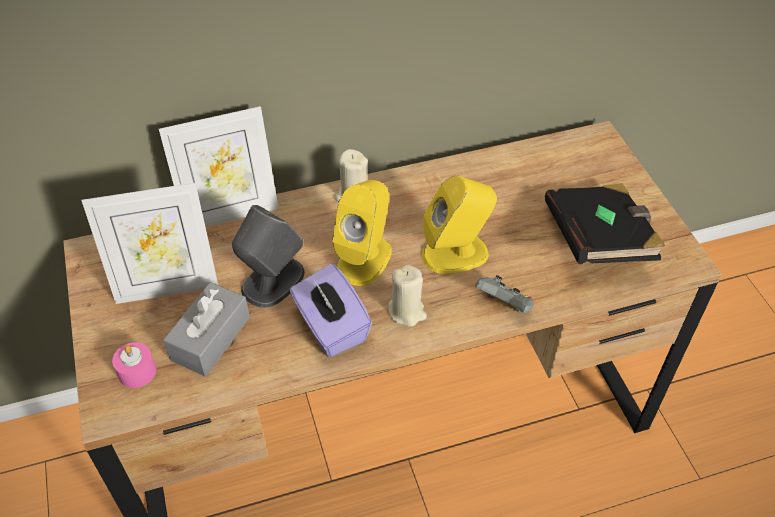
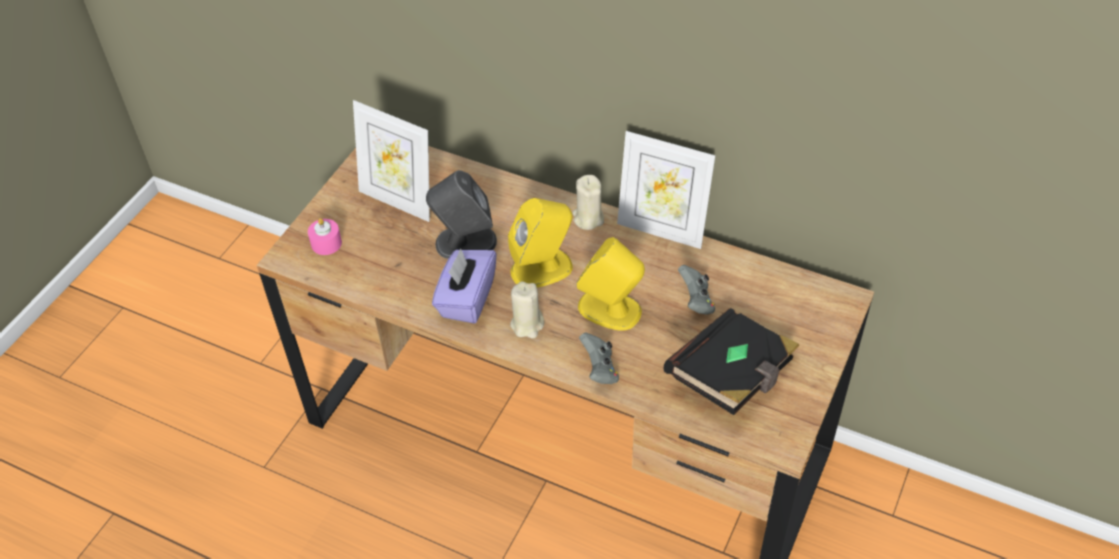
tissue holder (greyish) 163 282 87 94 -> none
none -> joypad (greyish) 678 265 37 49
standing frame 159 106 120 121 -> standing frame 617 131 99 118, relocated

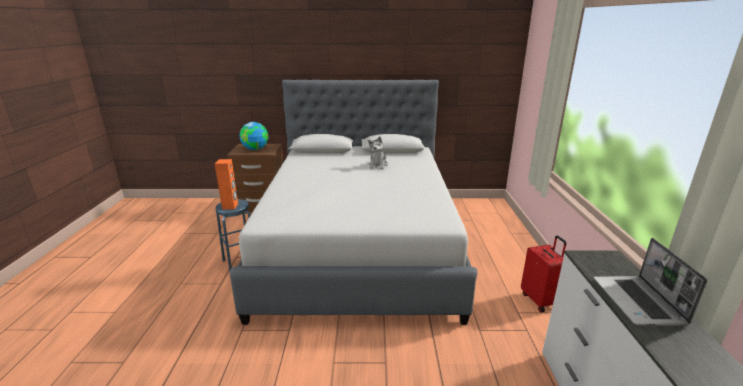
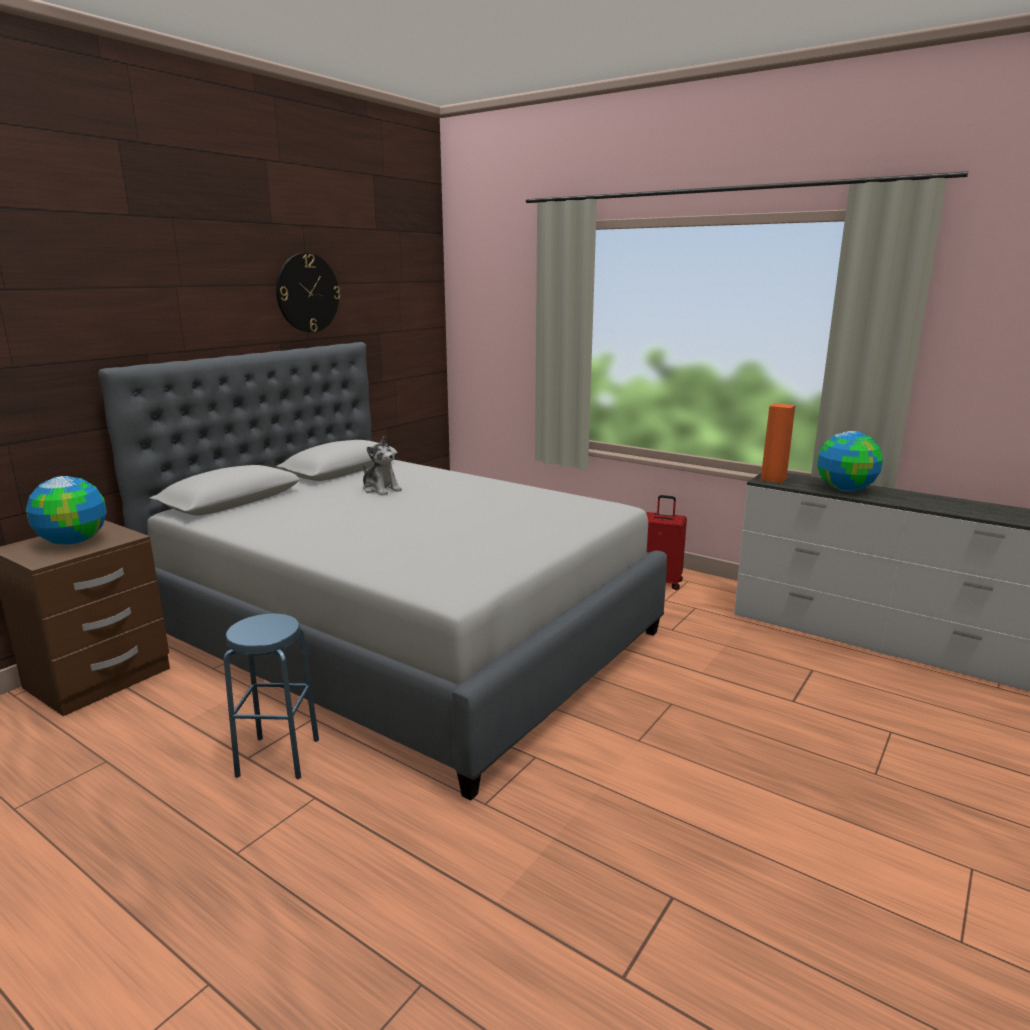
none -> clock on the wall 276 253 64 80
loudspeaker (orangey) 215 159 23 51 -> loudspeaker (orangey) 761 403 34 80, relocated
notebook computer 594 238 113 87 -> world globe 817 431 66 61

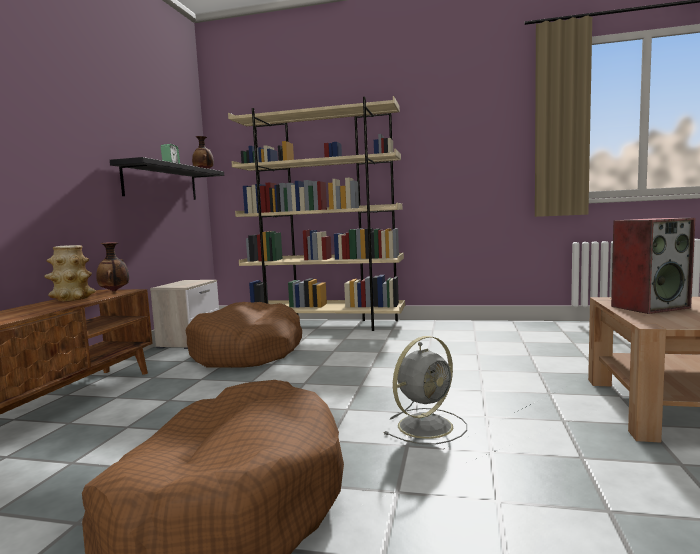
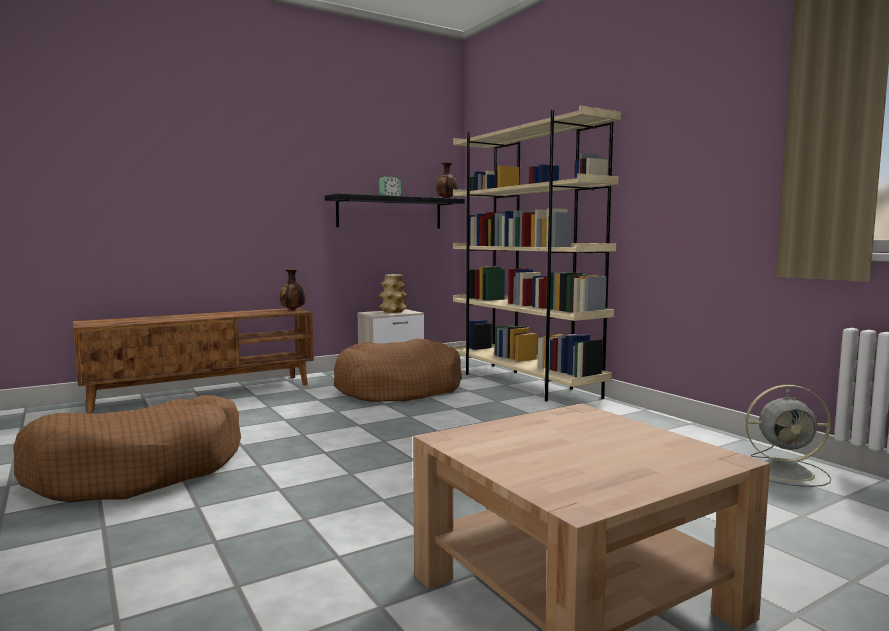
loudspeaker 611 218 84 96 -> none
flower vase 45 245 51 56 -> flower vase 379 274 29 39, relocated
electric fan (greyish) 383 336 84 109 -> electric fan (greyish) 745 385 86 102, relocated

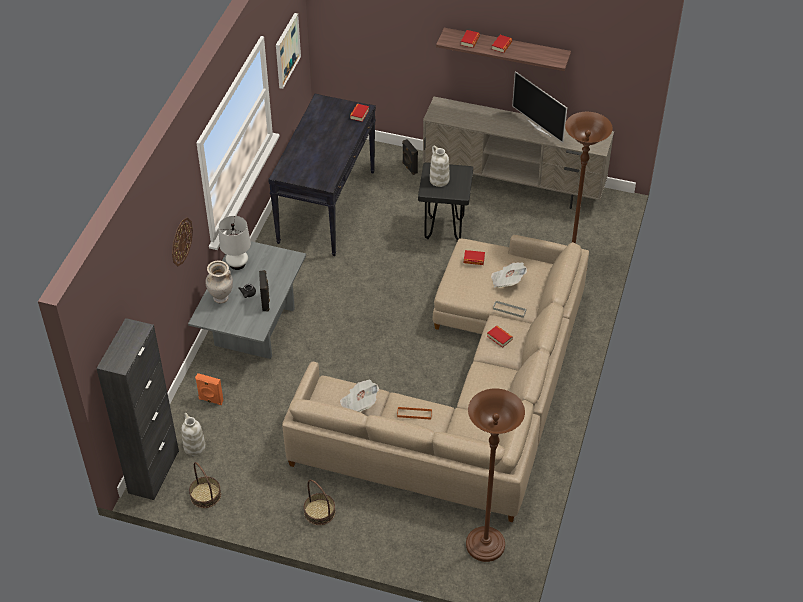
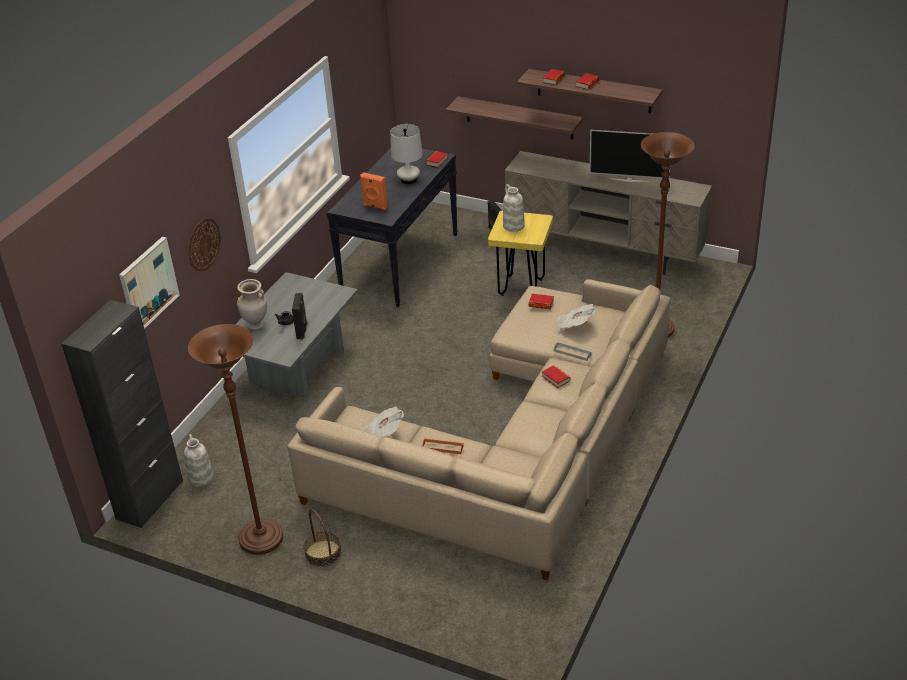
household basket 189 462 32 46 -> none
none -> wall shelf 445 97 138 43
loudspeaker (orangey) 195 373 29 32 -> loudspeaker (orangey) 360 172 28 38, relocated
lamp for a table (white) 218 216 33 54 -> lamp for a table (white) 390 124 33 60, relocated
wall art 276 13 25 76 -> wall art 119 237 61 92, relocated
standard lamp (brownish) 466 388 59 174 -> standard lamp (brownish) 188 324 95 231, relocated
stool (black-coloured) 418 162 55 79 -> stool (yellow) 488 210 65 86
TV 512 71 55 72 -> TV 589 130 81 52, 45 degrees counterclockwise

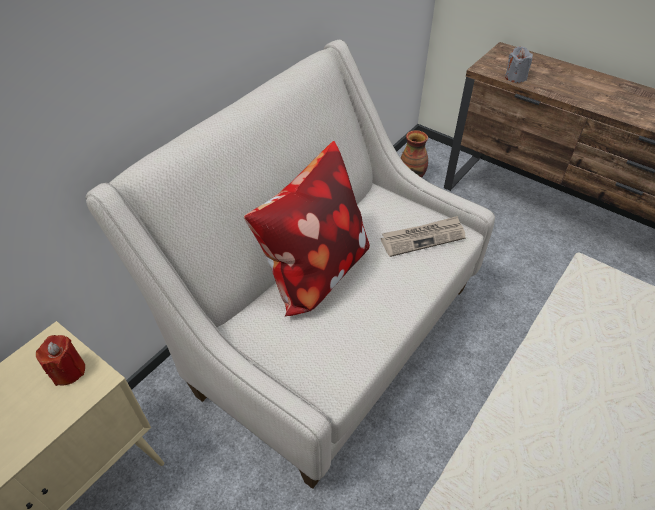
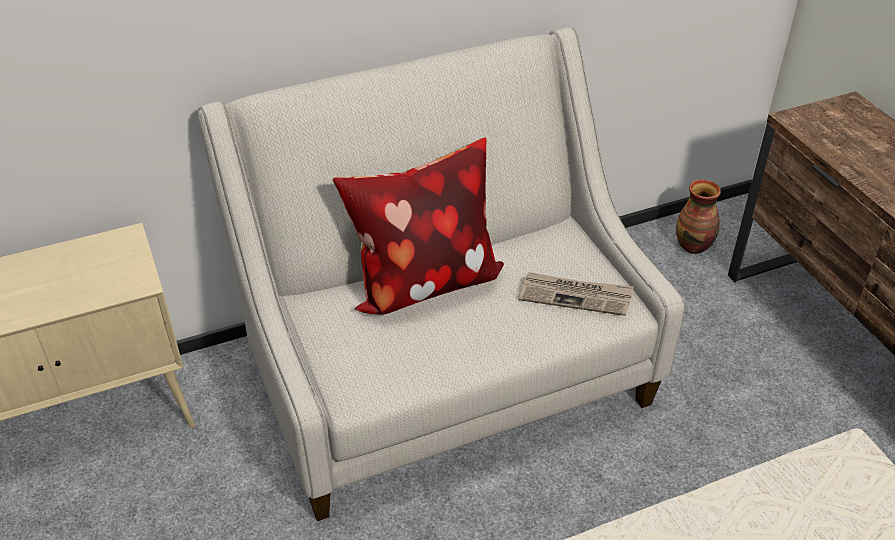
wax light (reddish) 36 335 49 51 -> none
wax light (greyish) 505 46 28 37 -> none

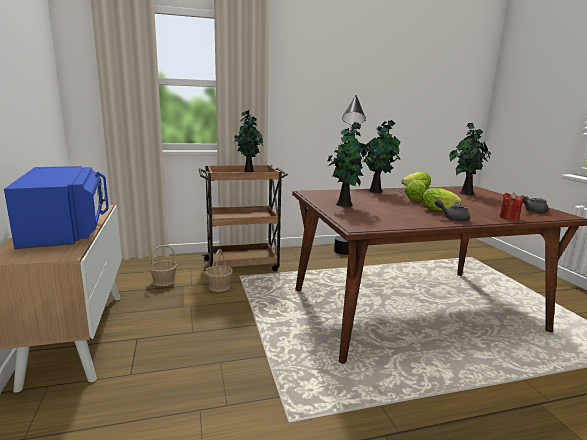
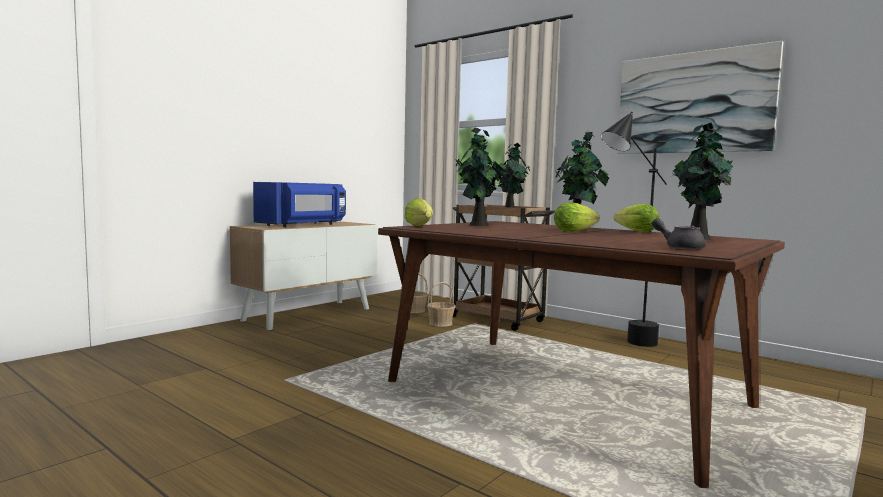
teapot (greyish) 435 199 35 23 -> none
wax light (reddish) 500 192 23 28 -> none
none -> wall art 617 41 166 113
lettuce head 422 188 40 23 -> lettuce head 404 198 29 28, relocated

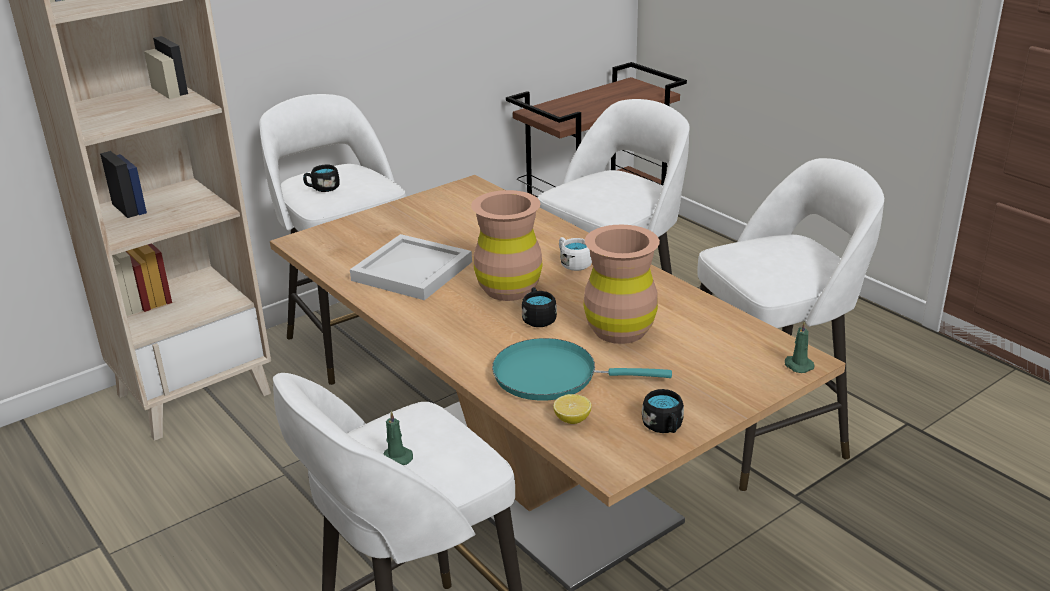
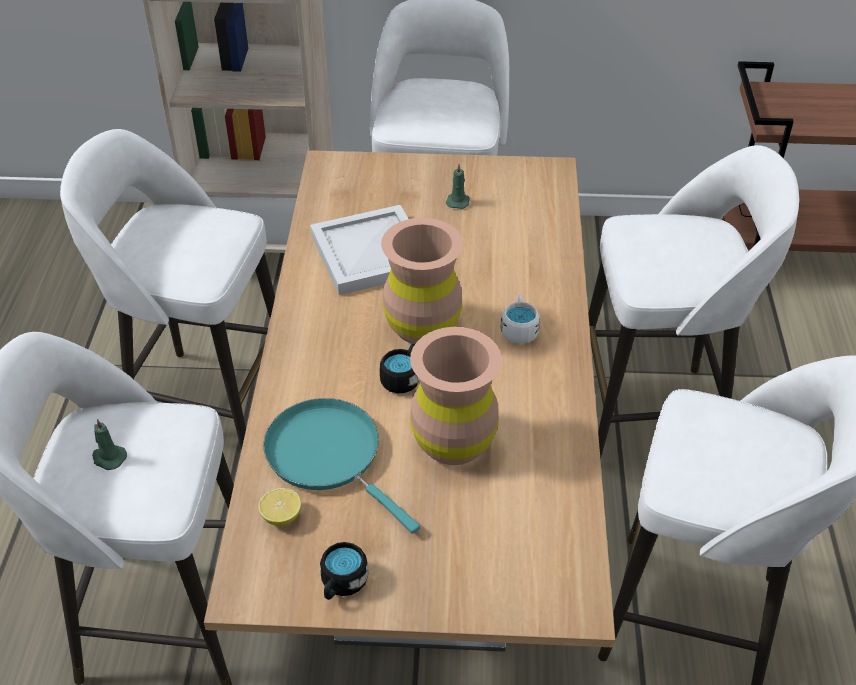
mug (black-coloured) 303 165 37 27 -> none
none -> stool (white) 60 129 215 321
wax light (green-coloured) 785 321 30 52 -> wax light (green-coloured) 446 164 24 45, relocated

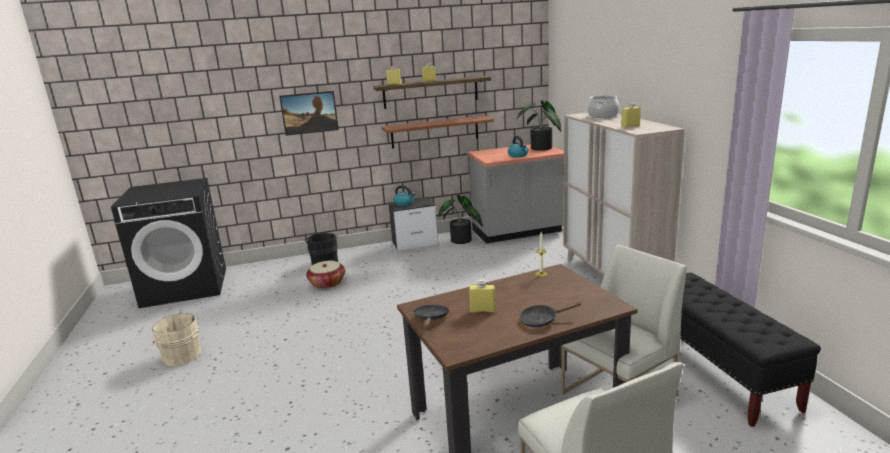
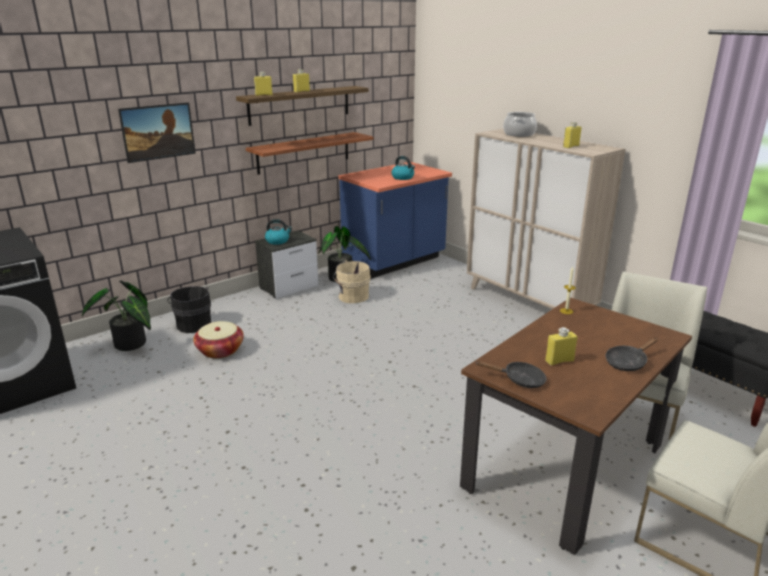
bucket (sand-coloured) 151 311 50 55 -> bucket (sand-coloured) 333 260 38 43, relocated
potted plant 517 101 44 50 -> potted plant 82 281 69 70, relocated
kitchen base unit (greyish) 468 144 96 99 -> kitchen base unit (blue) 339 162 113 117
pan (black-coloured) 413 305 36 23 -> pan (black-coloured) 475 361 72 27, 120 degrees clockwise

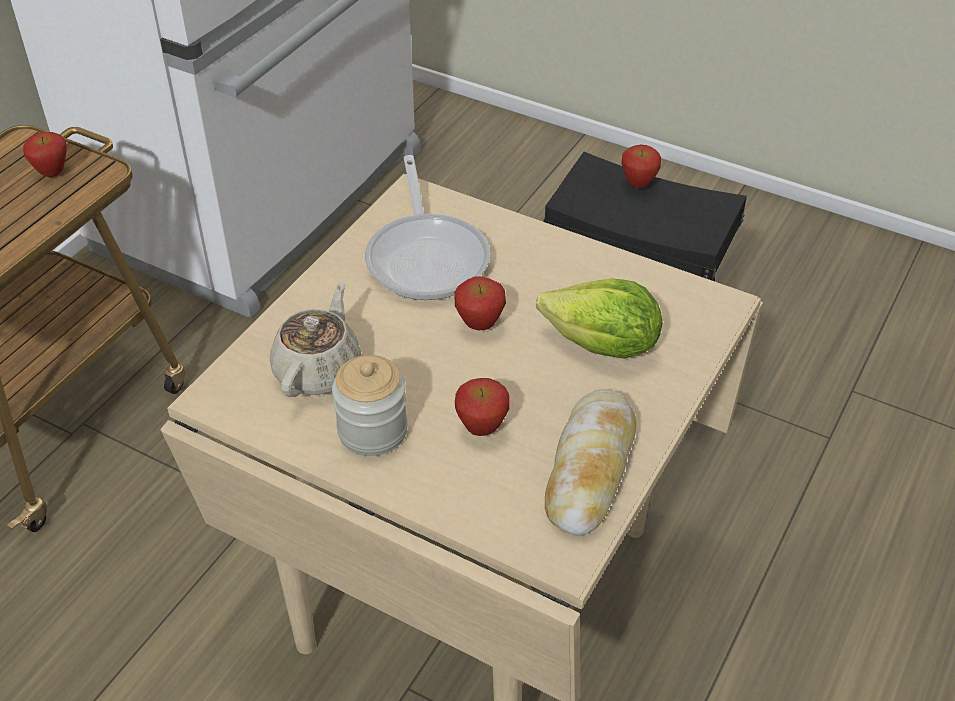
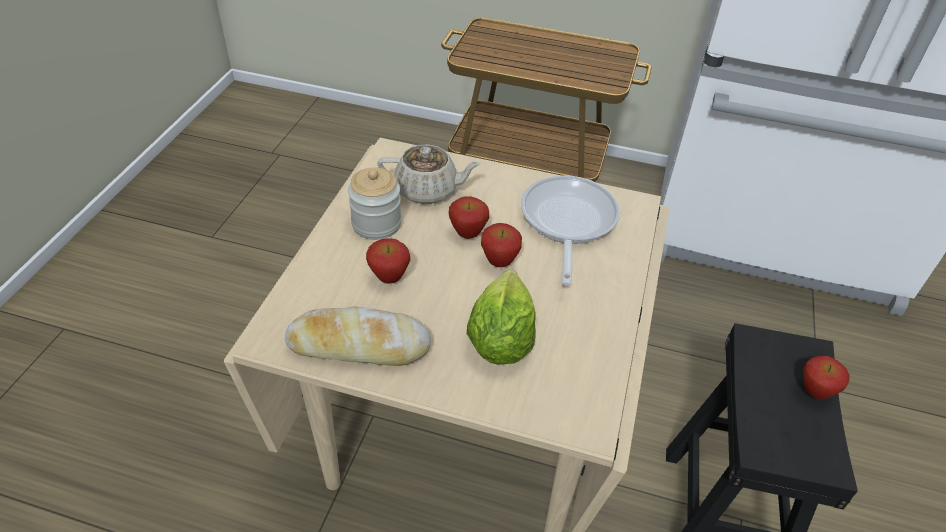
whole apple 23 132 44 45 -> whole apple 449 196 40 43, relocated
pan 365 155 125 145 -> pan 521 175 99 111, 120 degrees clockwise

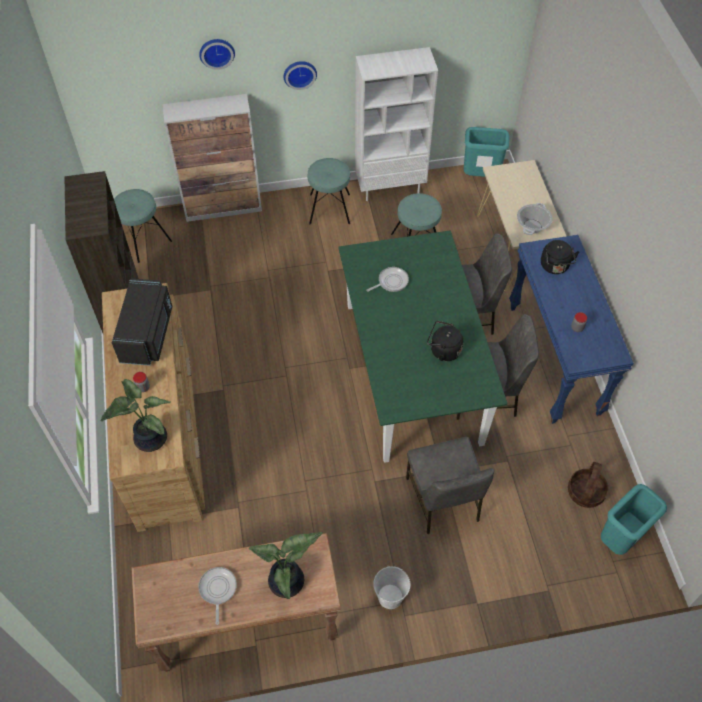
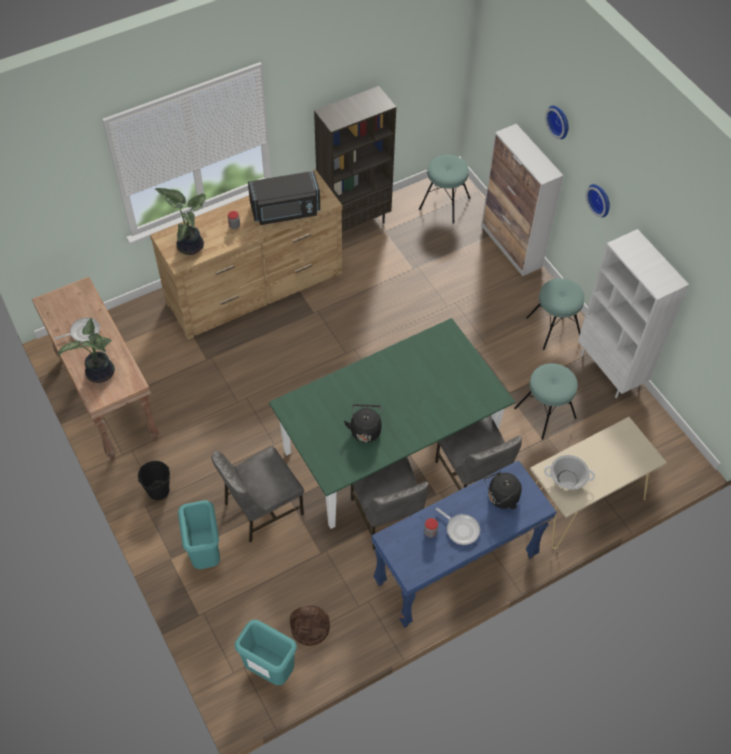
pan 366 267 43 25 -> pan 436 508 44 37, relocated
waste bin (turquoise) 464 127 45 50 -> waste bin (turquoise) 178 500 42 69, relocated
bucket (white) 373 566 37 43 -> bucket (black-coloured) 138 461 32 39

